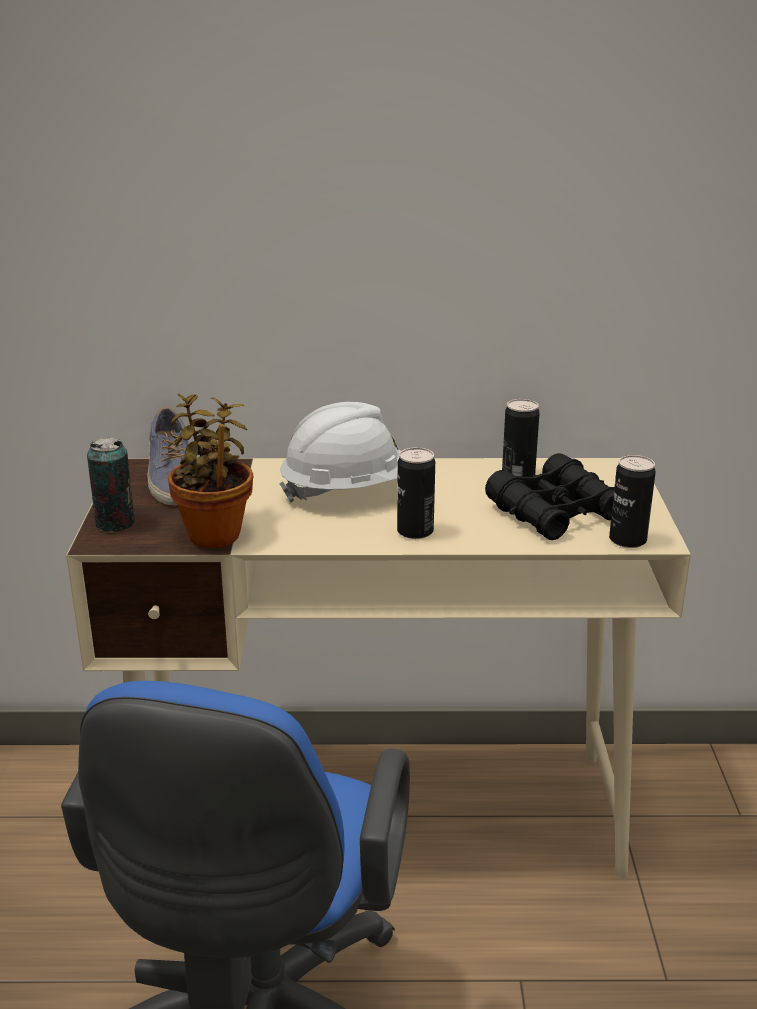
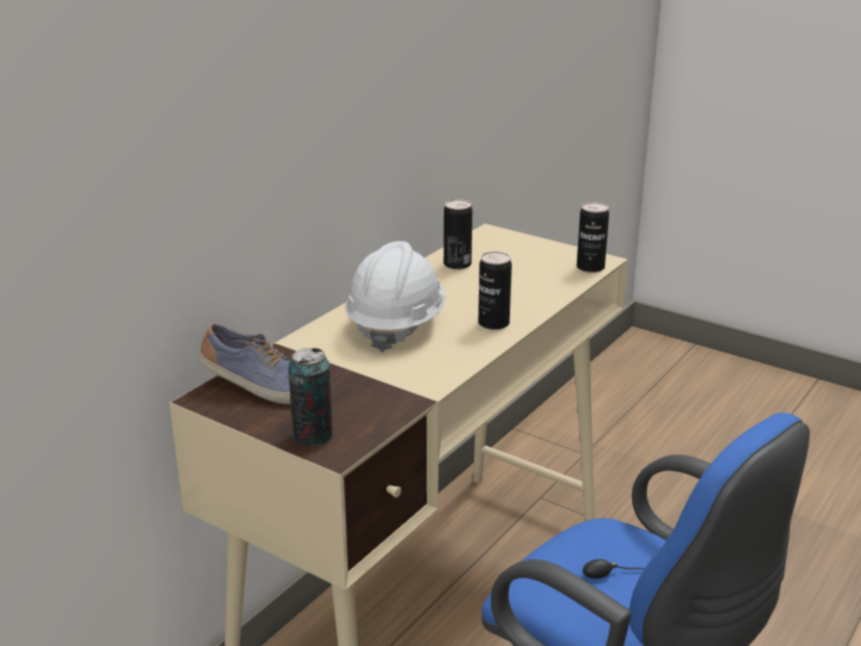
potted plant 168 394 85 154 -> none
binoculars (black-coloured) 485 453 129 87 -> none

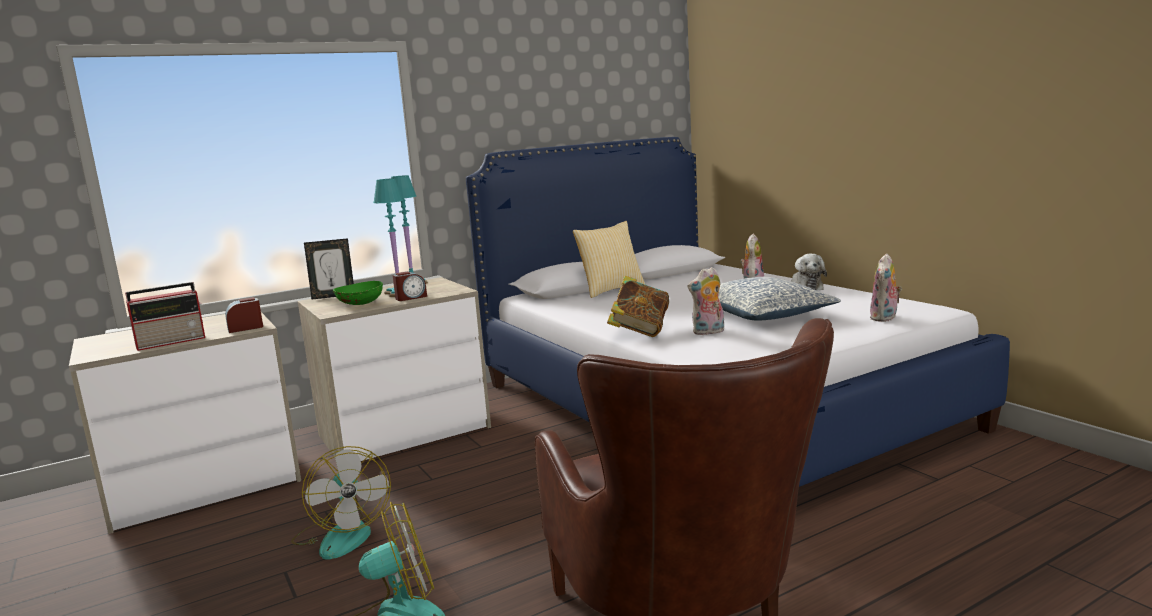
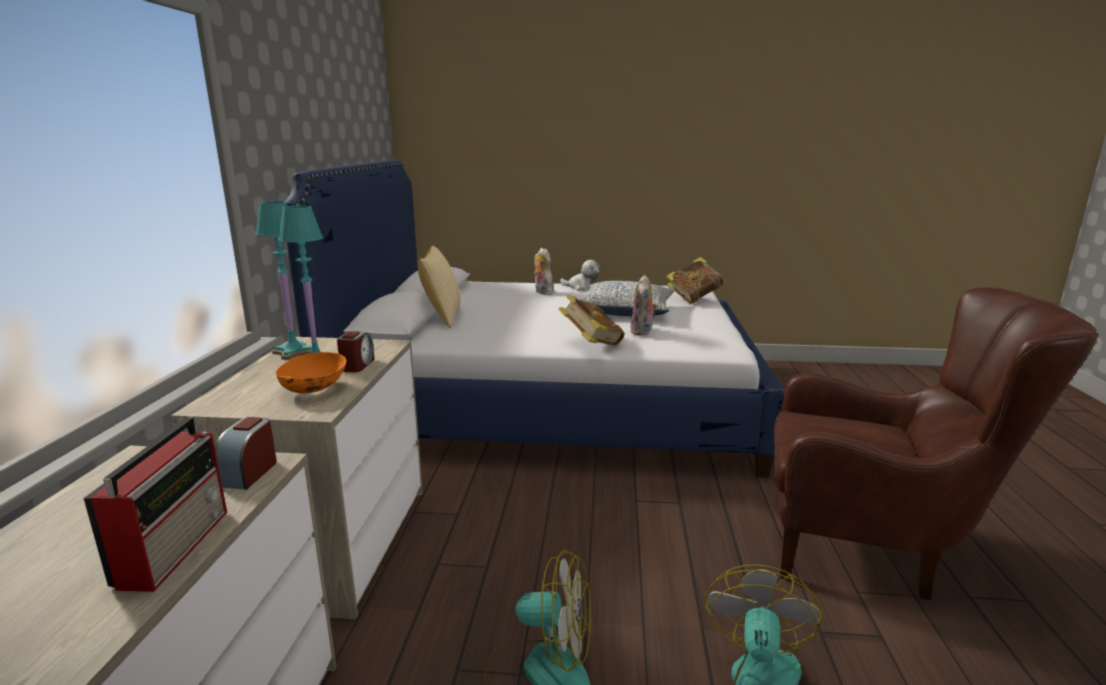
standing frame 304 238 50 61 -> none
plush toy 870 253 32 69 -> bound book 666 257 57 47
bowl (green-coloured) 333 281 50 24 -> bowl (orangey) 275 352 71 41

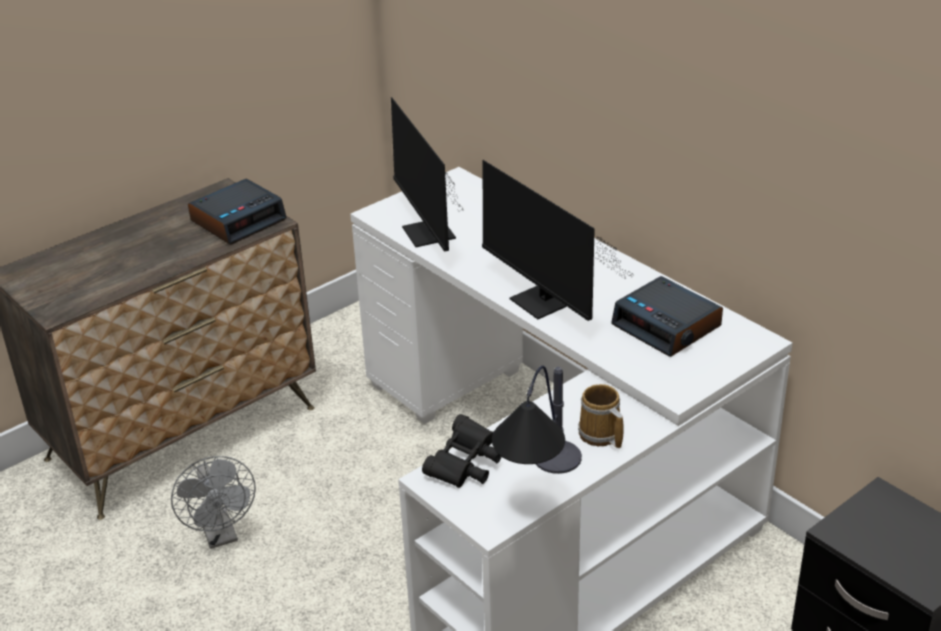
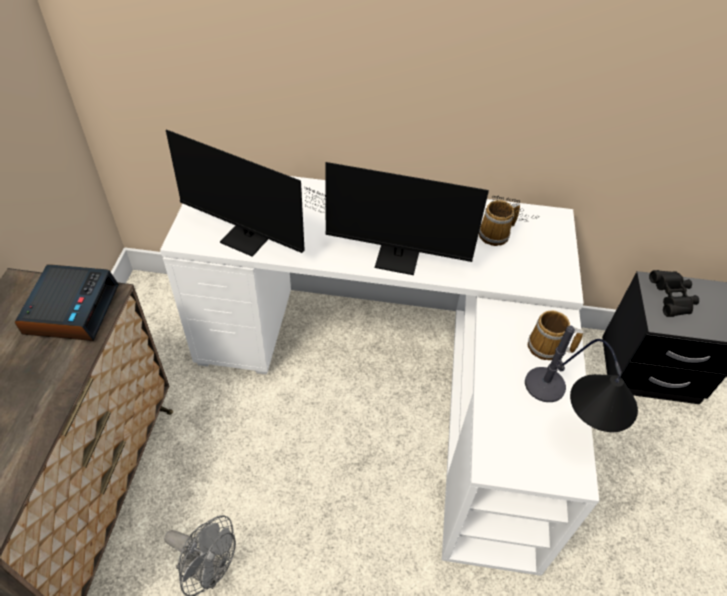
binoculars (black-coloured) 422 414 80 74 -> binoculars (black-coloured) 649 270 50 47, relocated
alarm clock 611 276 112 81 -> mug 479 200 41 46

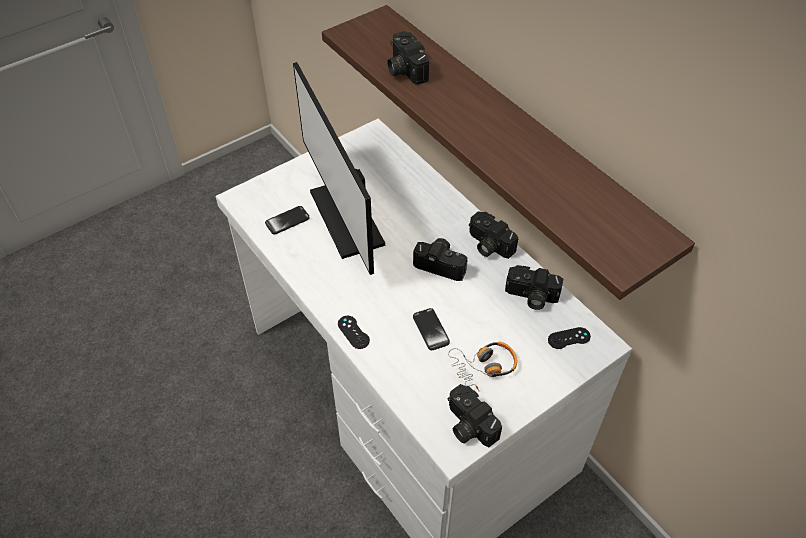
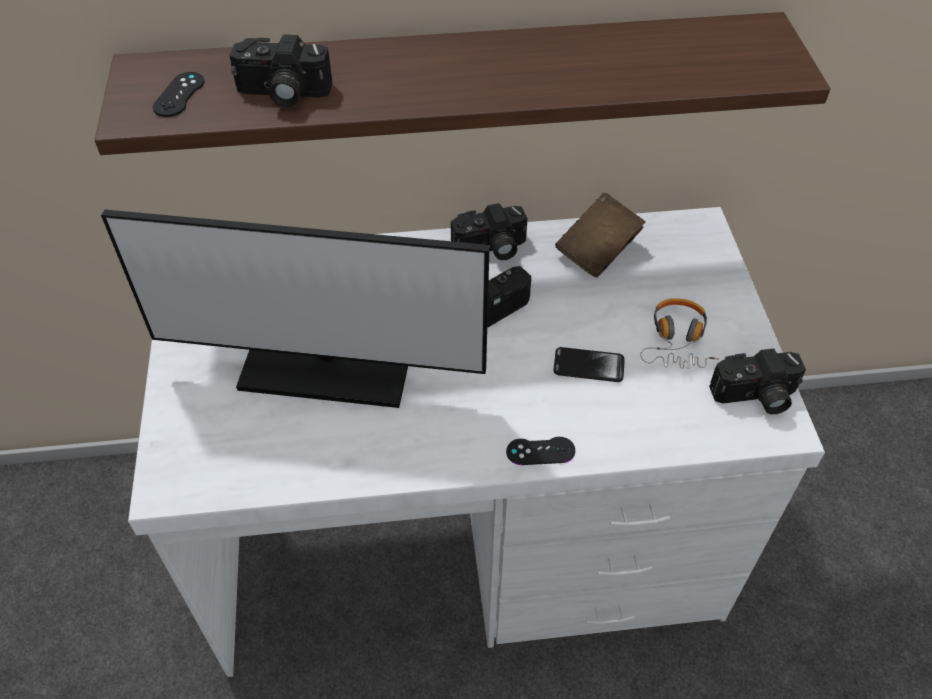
telephone 265 206 45 29 -> none
joypad (black-coloured) 548 327 43 22 -> joypad (black-coloured) 153 72 51 45, relocated
still camera 505 265 59 45 -> bound book (brownish) 555 193 91 85

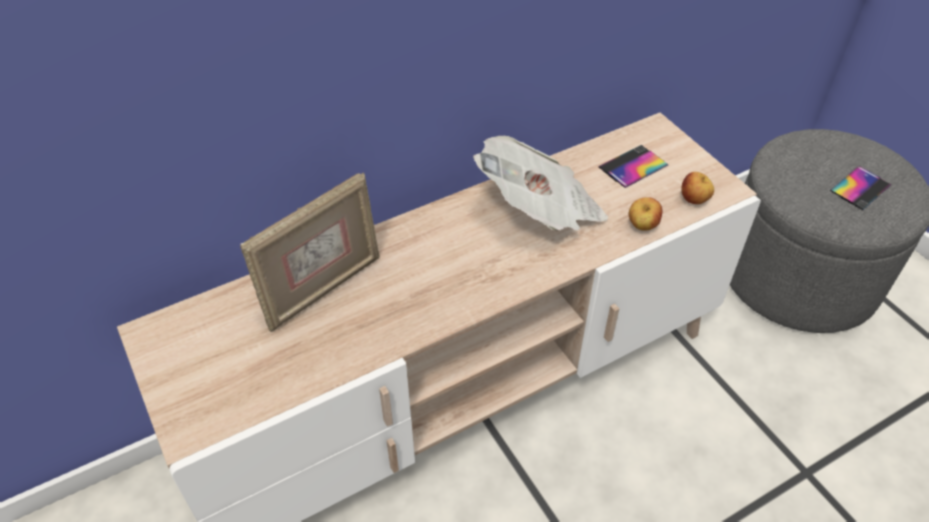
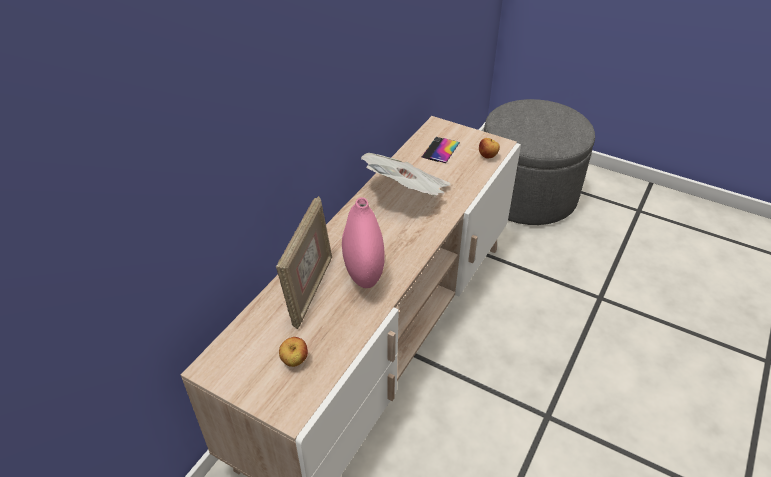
telephone 830 166 61 44 -> none
none -> flower vase (pinkish) 342 197 43 91
whole apple 629 197 34 34 -> whole apple 279 337 29 30, relocated

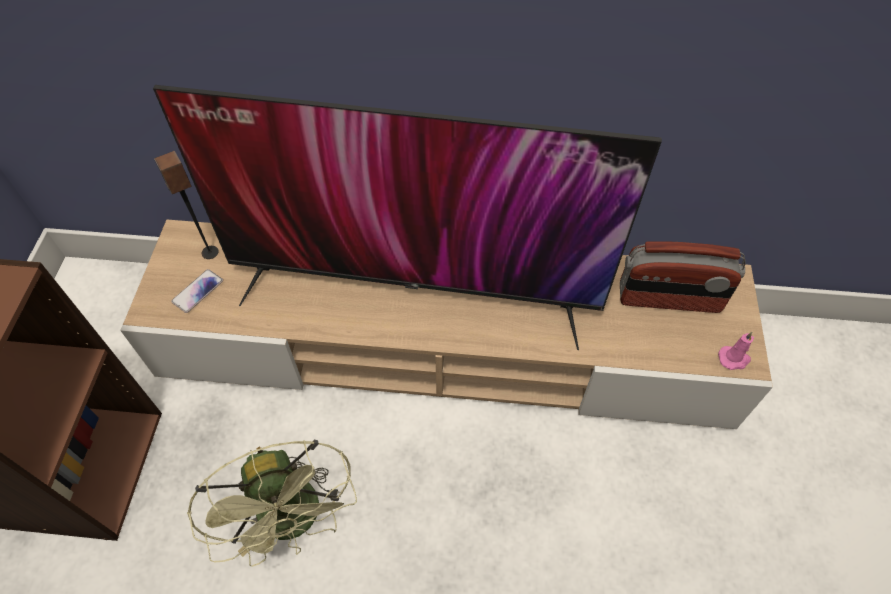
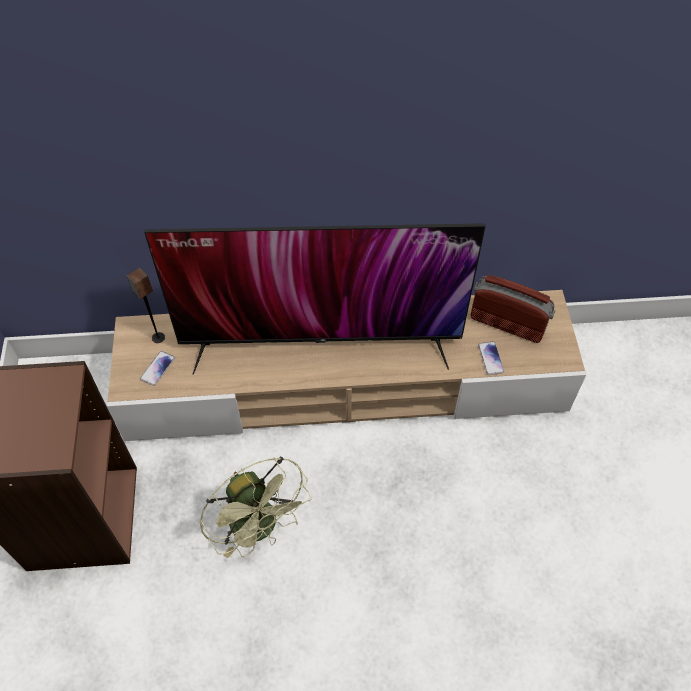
wax light (pinkish) 718 332 36 38 -> none
none -> telephone 478 341 26 34
radio set 620 241 126 72 -> radio set 471 275 84 68, 150 degrees counterclockwise

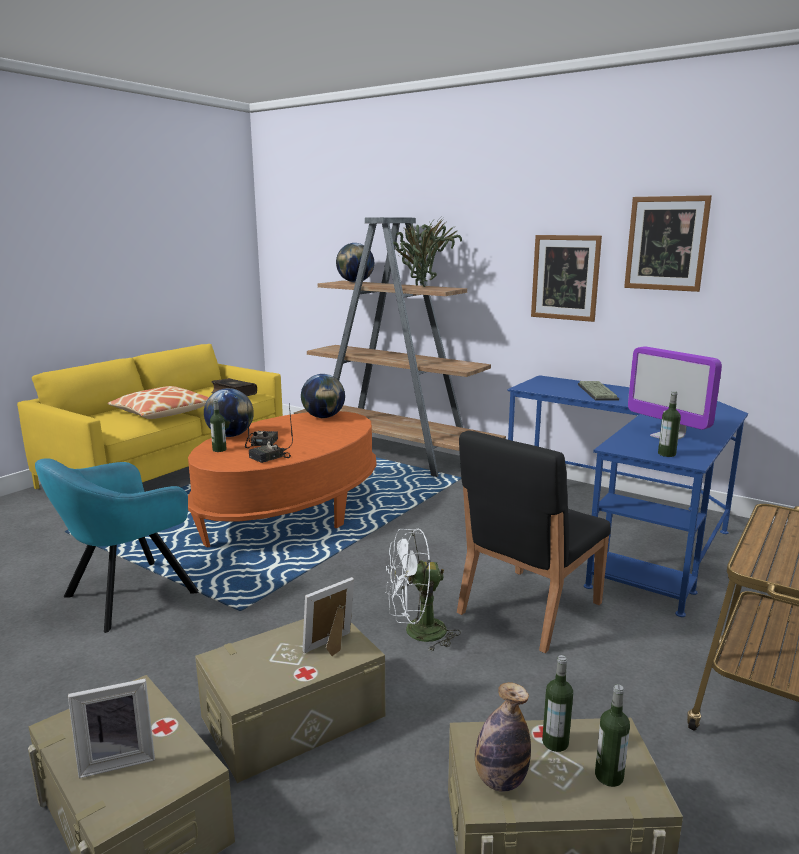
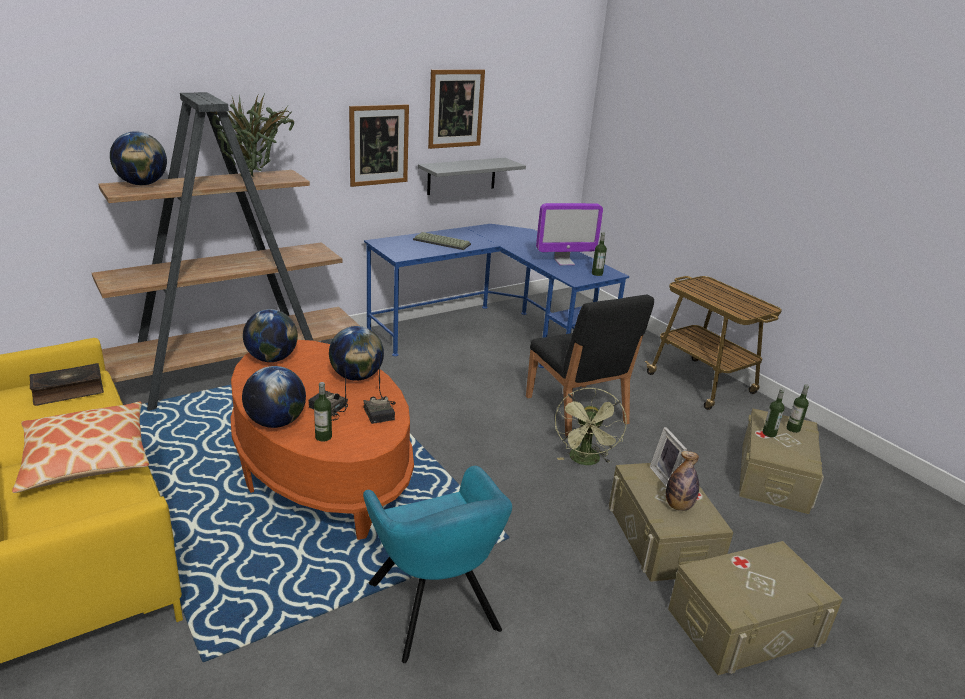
standing frame 68 678 87 100 -> none
none -> world globe 329 326 55 55
none -> wall shelf (greyish) 418 158 108 37
bottle 475 682 56 109 -> bottle 666 451 33 60, relocated
electric fan (white) 386 529 75 123 -> electric fan (green-coloured) 555 388 72 77

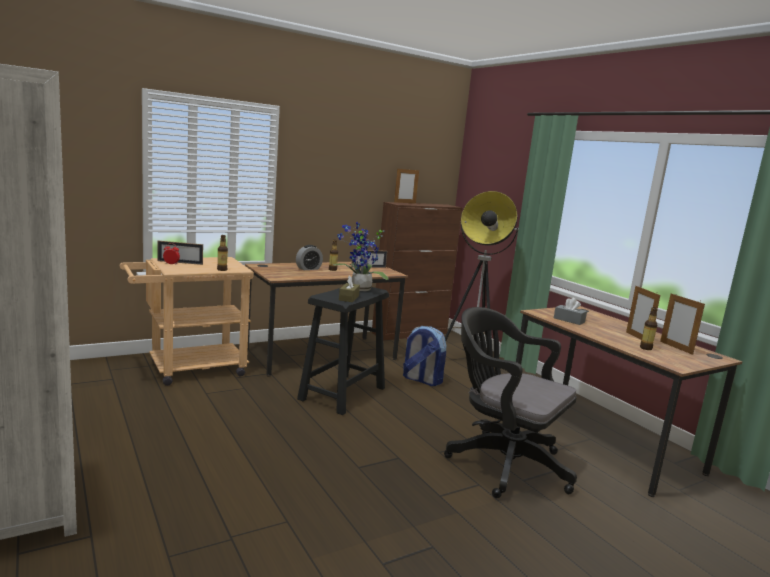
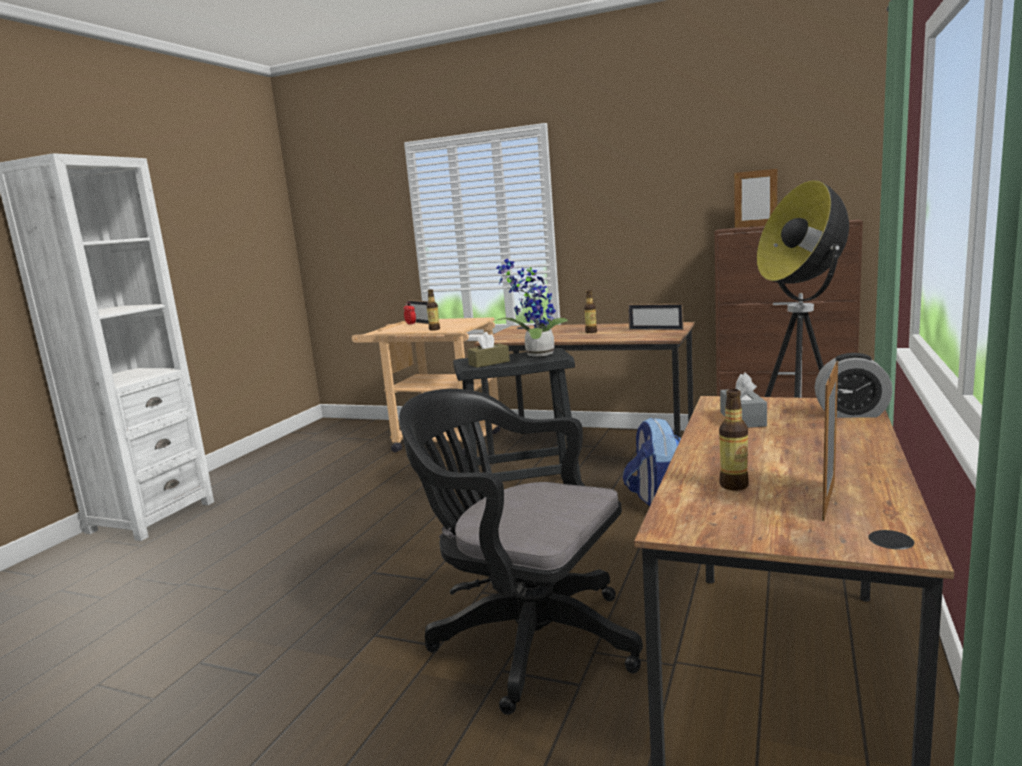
standing frame 626 285 34 55 -> none
alarm clock 296 245 27 25 -> alarm clock 815 353 78 65, relocated
office chair (black-coloured) 444 307 133 191 -> office chair (black-coloured) 399 389 244 326, 60 degrees counterclockwise

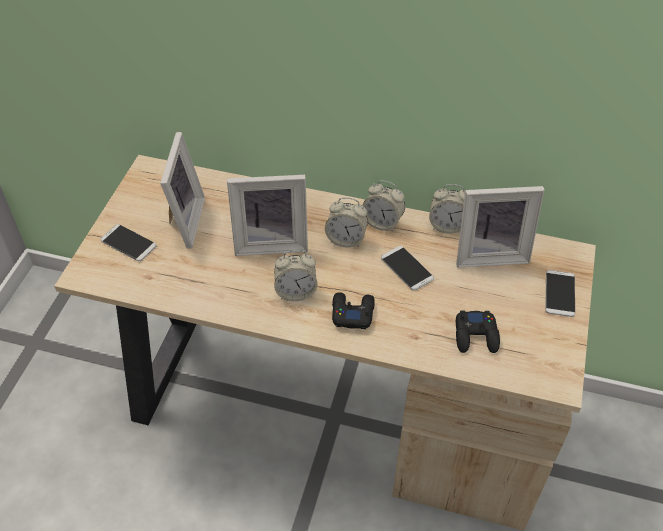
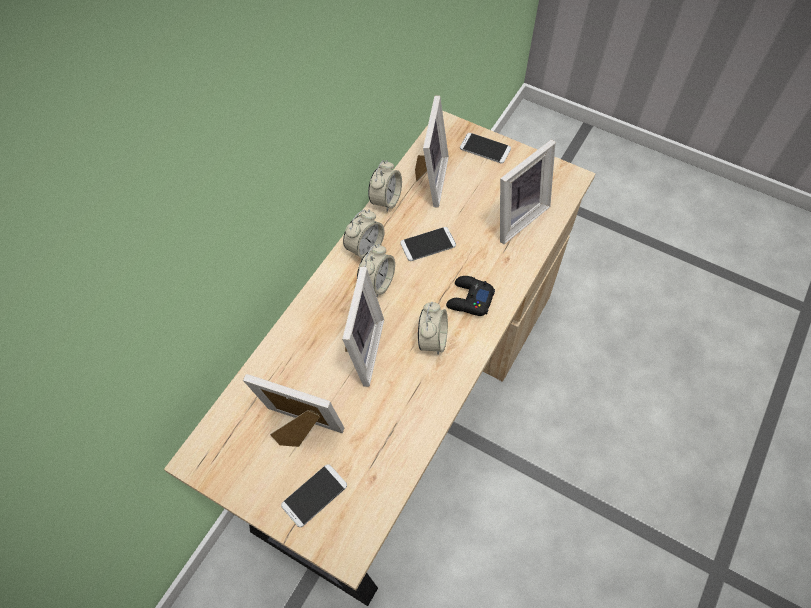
joypad (black-coloured) 456 311 44 42 -> standing frame 500 139 56 105

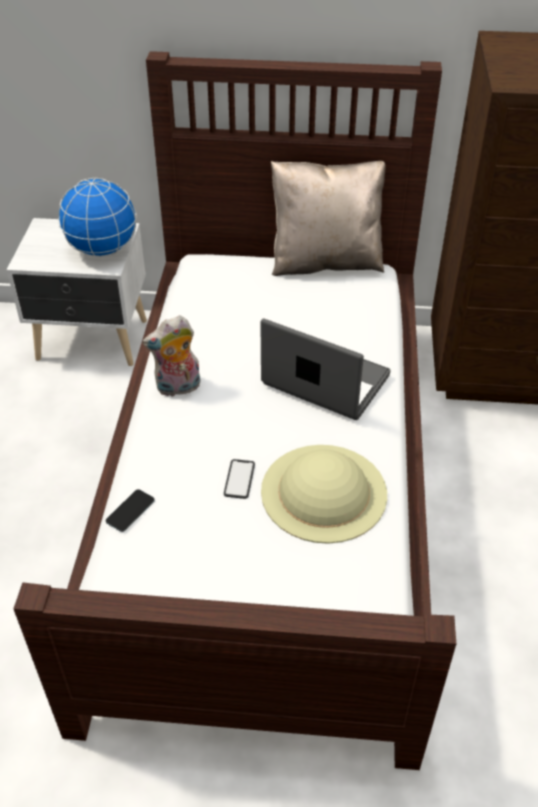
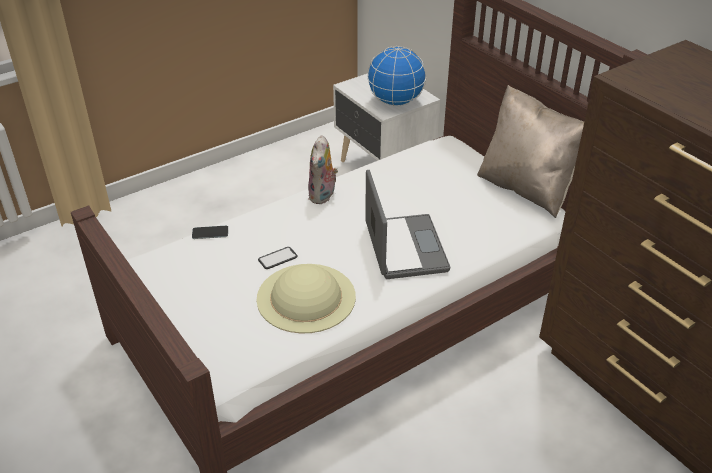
plush toy 143 315 58 82 -> plush toy 308 135 30 69, 105 degrees counterclockwise

